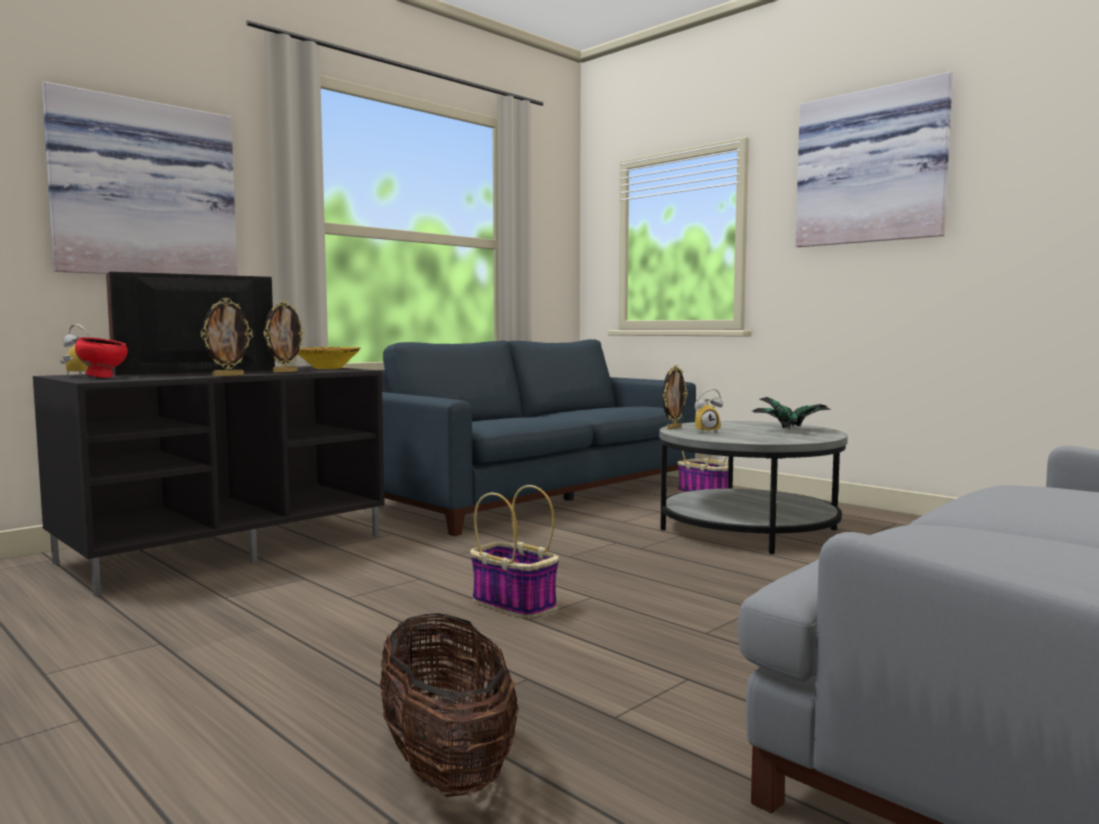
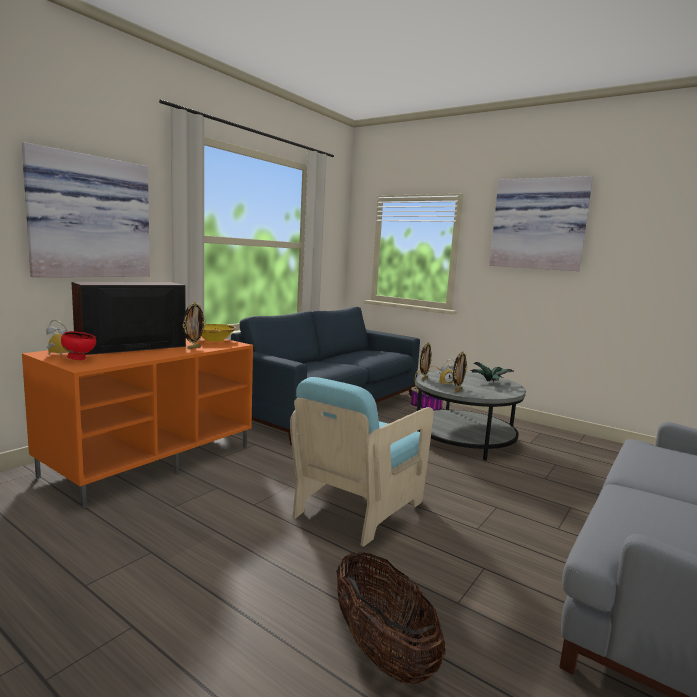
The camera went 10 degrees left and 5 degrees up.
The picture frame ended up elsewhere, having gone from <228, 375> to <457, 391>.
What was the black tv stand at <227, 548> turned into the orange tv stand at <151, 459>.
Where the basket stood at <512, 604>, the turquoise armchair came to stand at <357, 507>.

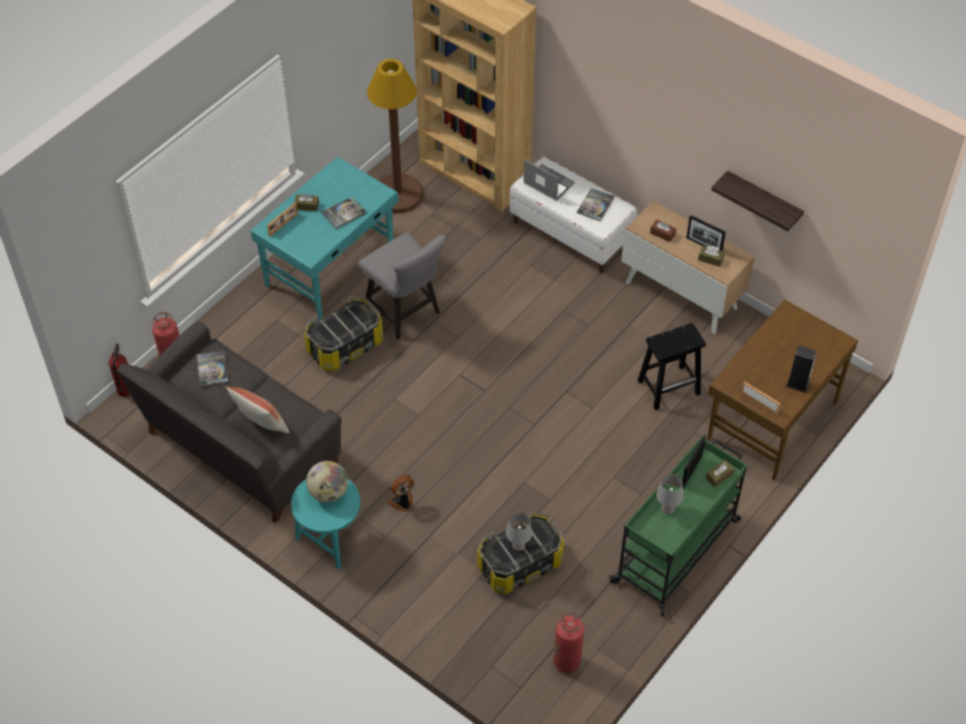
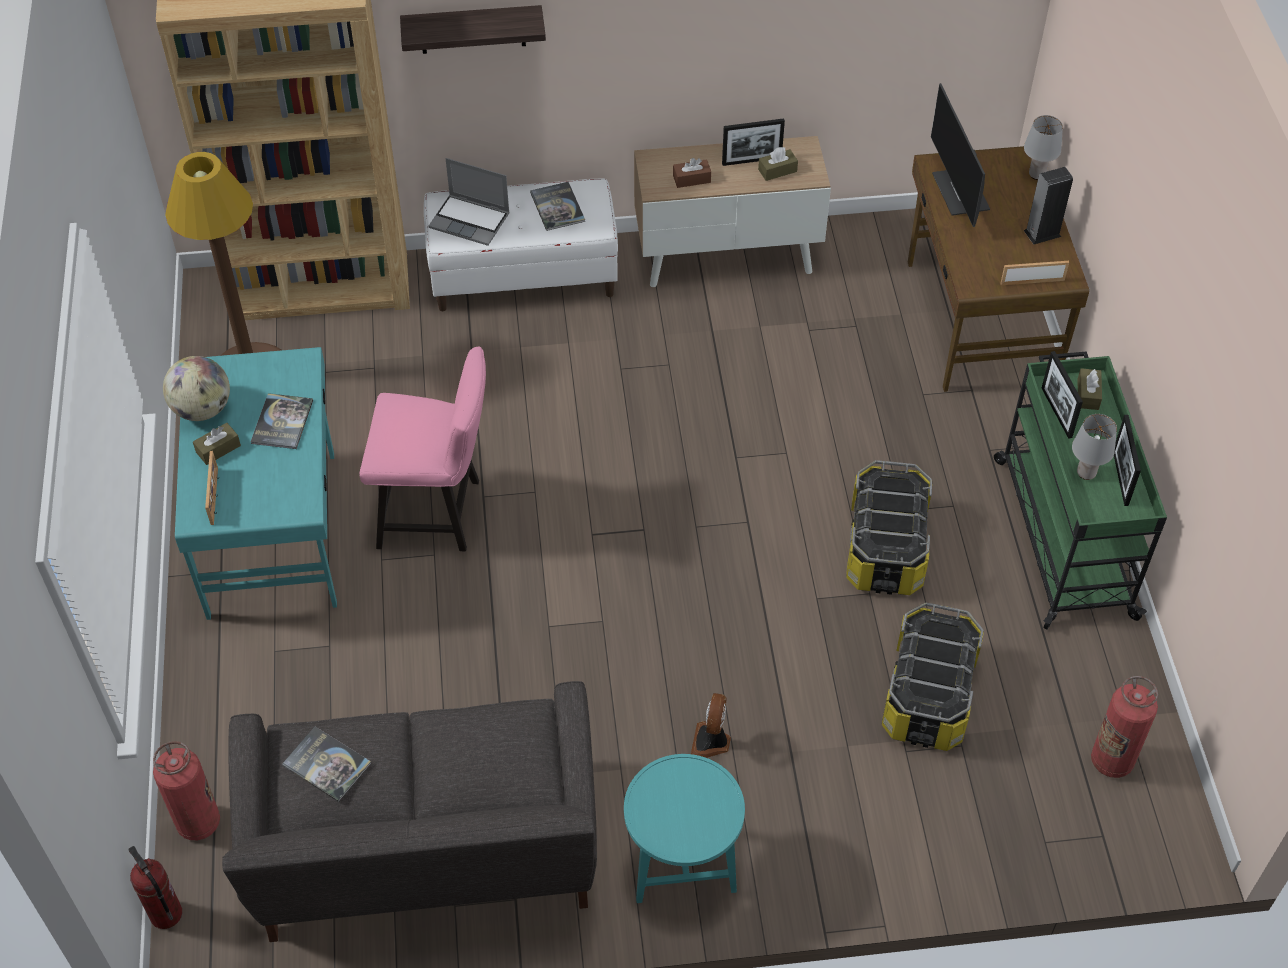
The camera went 45 degrees left and 0 degrees up.
The laptop at <547, 183> ended up facing another way, 150 degrees counterclockwise from before.
The shelf ended up elsewhere, having gone from <763, 201> to <472, 29>.
What was the grey chair at <406, 313> turned into the pink chair at <438, 513>.
The storage box ended up elsewhere, having gone from <345, 346> to <886, 548>.
The second view lost the black stool at <669, 387>.
The second view lost the pillow at <262, 424>.
The globe ended up elsewhere, having gone from <328, 493> to <202, 409>.
The grey table lamp ended up elsewhere, having gone from <518, 546> to <1037, 175>.
The second view gained the monitor at <961, 193>.
The second view gained the picture frame at <1120, 478>.

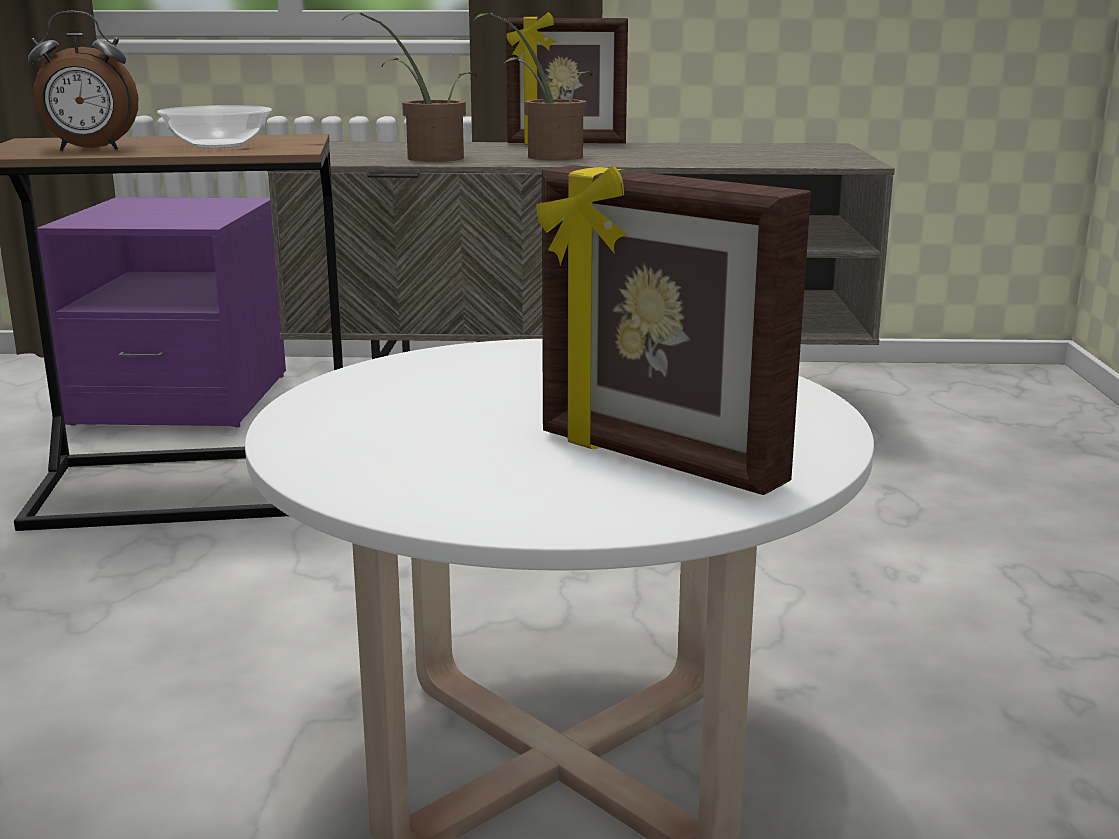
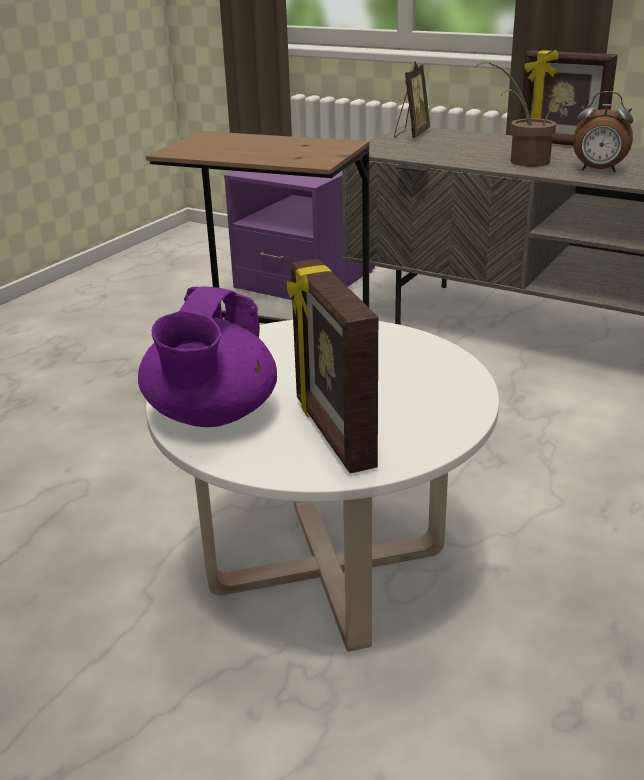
The camera went 30 degrees right and 10 degrees up.
The alarm clock ended up elsewhere, having gone from <89, 149> to <598, 170>.
The second view lost the potted plant at <426, 158>.
The second view lost the bowl at <218, 145>.
The second view gained the picture frame at <411, 135>.
The second view gained the purple teapot at <211, 415>.

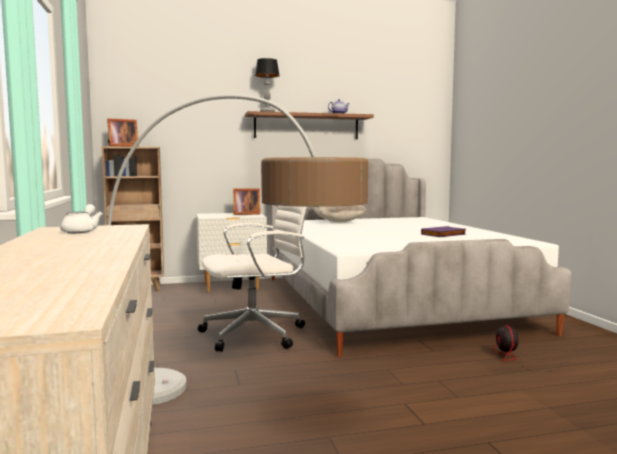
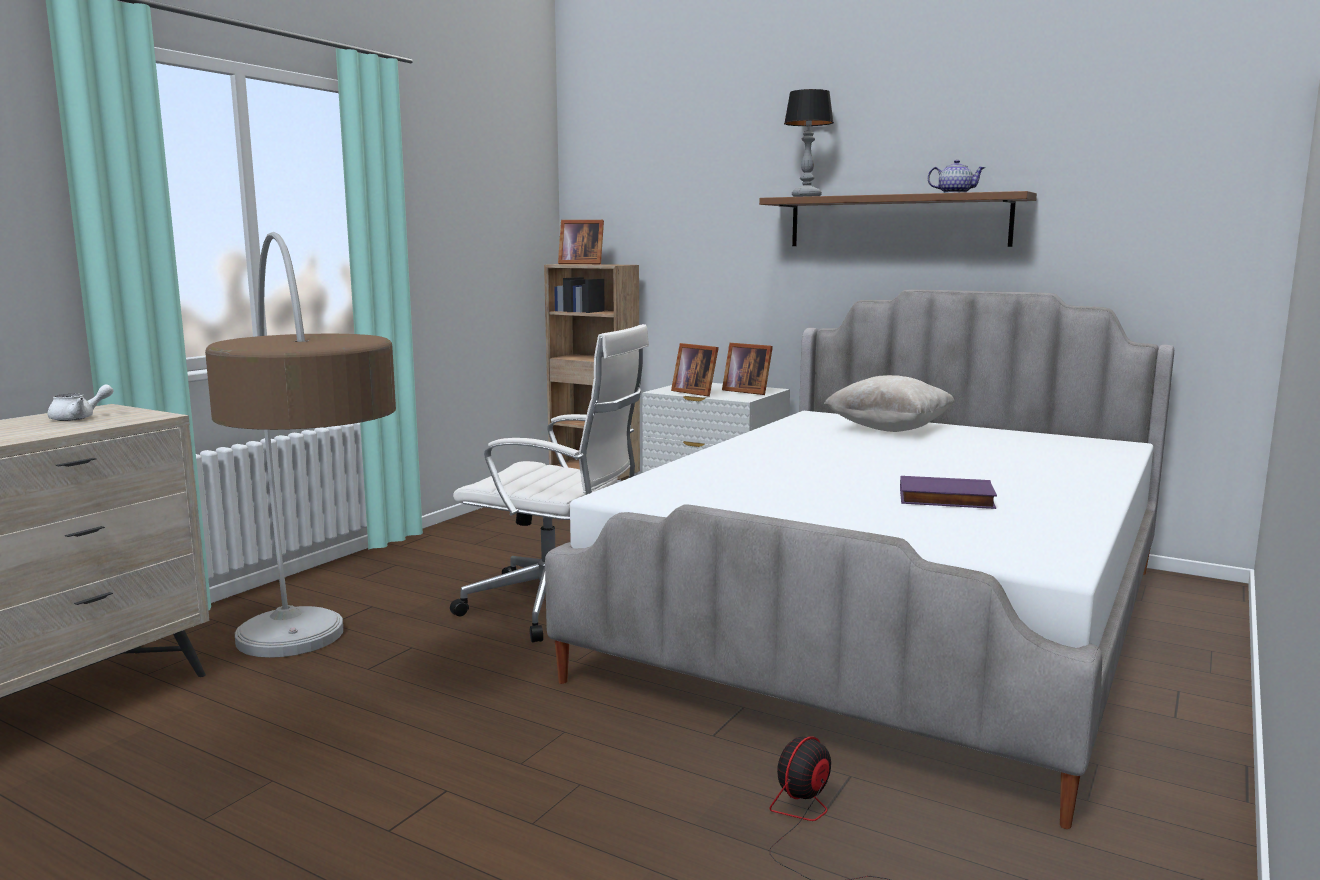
The camera went 45 degrees right and 5 degrees up.
The second view gained the picture frame at <695, 392>.

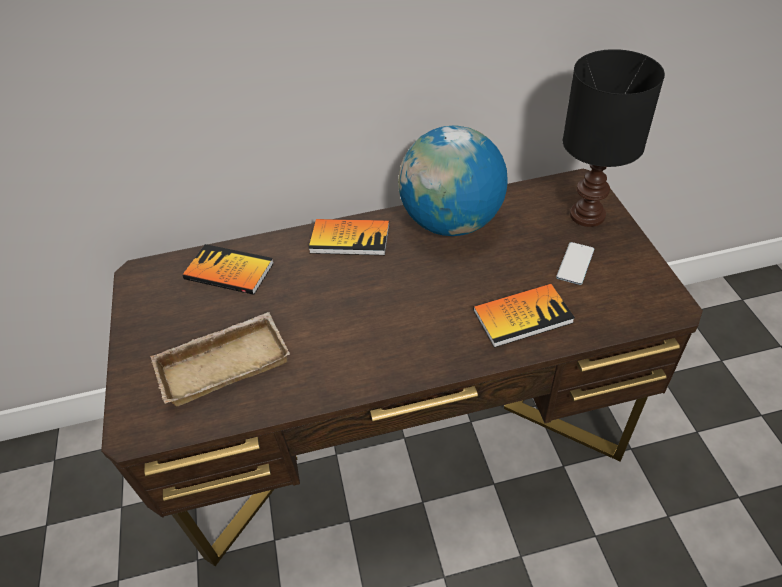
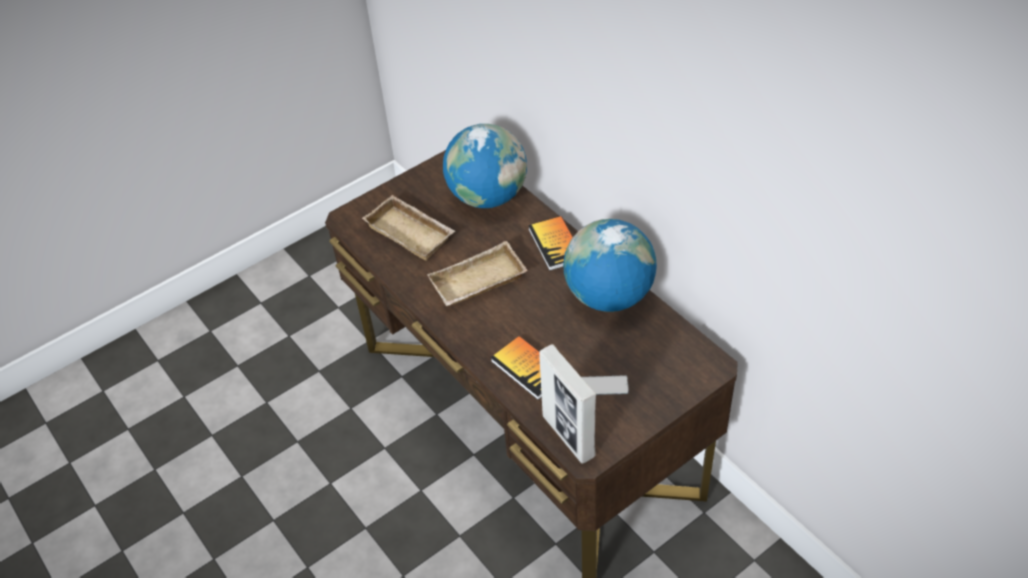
The camera went 65 degrees right and 0 degrees up.
The second view lost the black table lamp at <586, 215>.
Where the book stood at <229, 271>, the globe came to stand at <488, 197>.
The second view gained the beige tray at <478, 283>.
The second view gained the picture frame at <568, 436>.

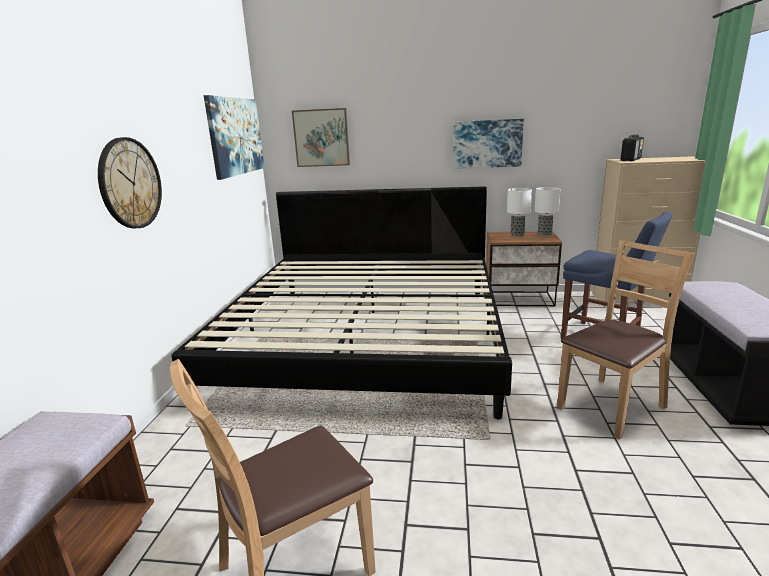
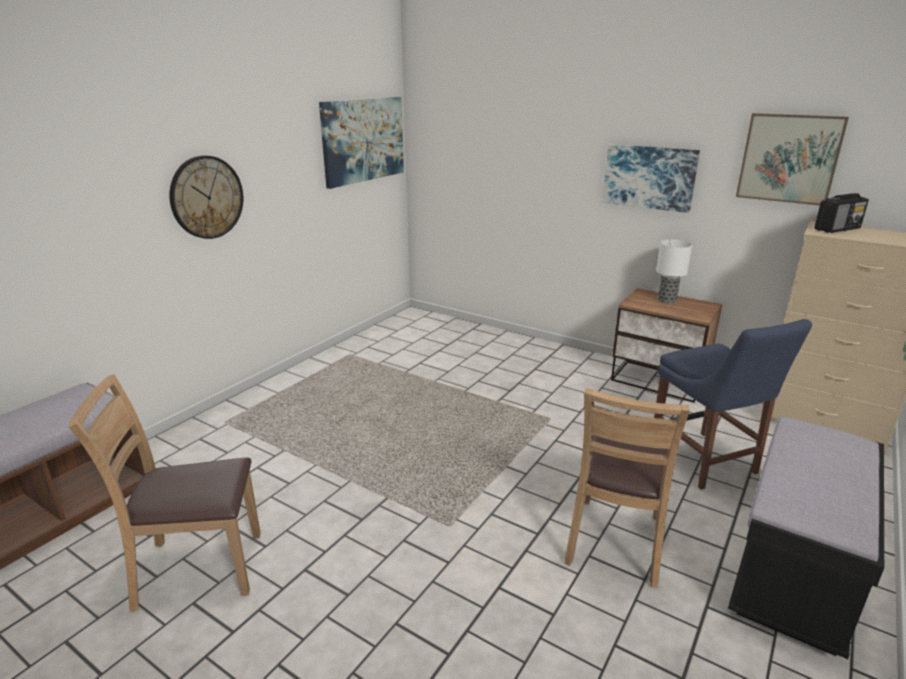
The camera went 25 degrees right and 5 degrees up.
The picture ended up elsewhere, having gone from <321, 138> to <789, 158>.
The second view lost the bed at <366, 336>.
The second view lost the table lamp at <545, 234>.
The brown chair at <611, 406> ended up facing another way, 120 degrees clockwise from before.

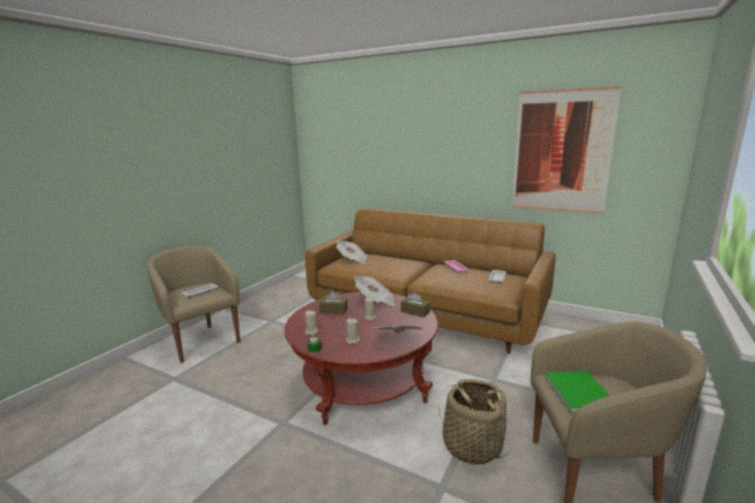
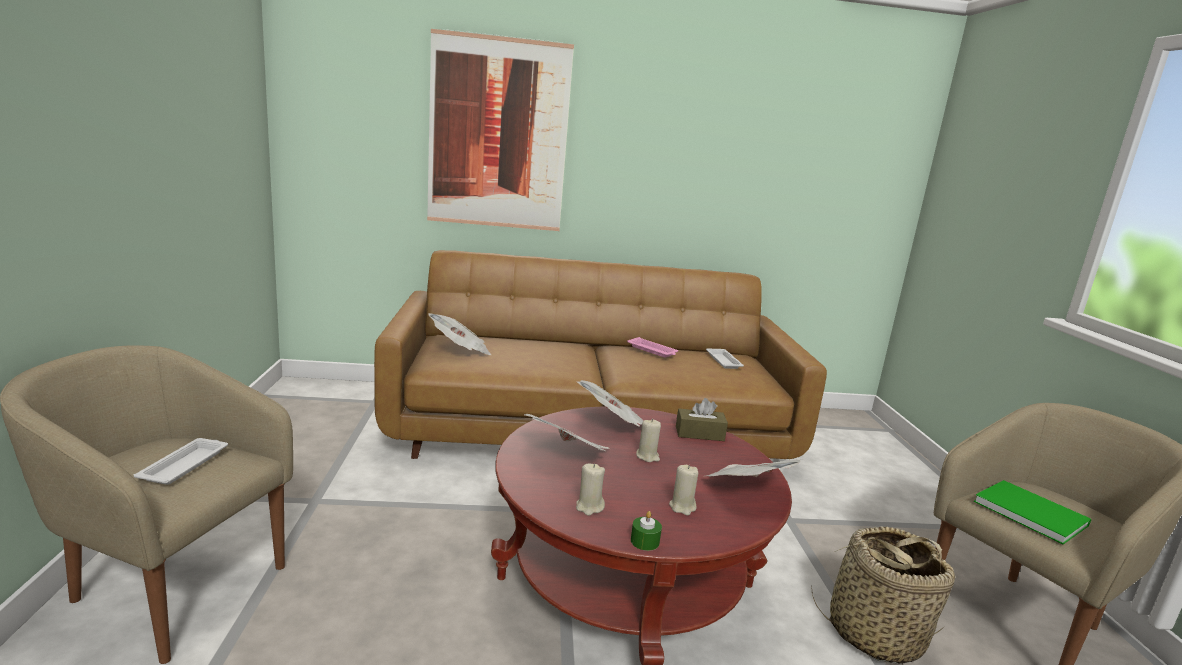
The camera went 35 degrees left and 0 degrees up.
The picture ended up elsewhere, having gone from <561, 151> to <498, 134>.
Where the brown tissue box stood at <333, 310>, the newspaper came to stand at <568, 455>.

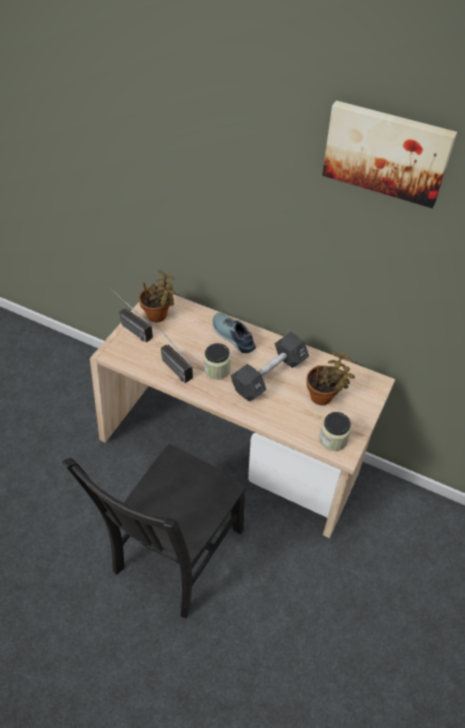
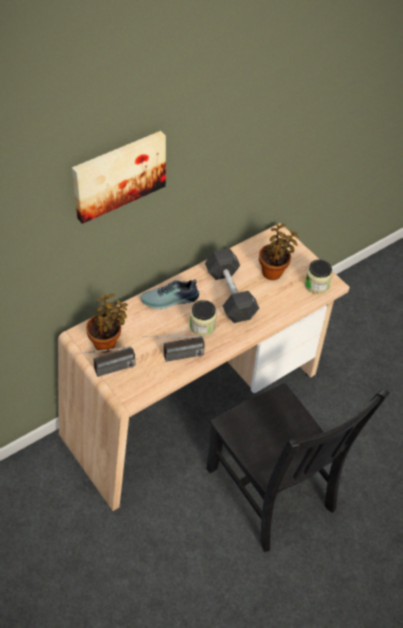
The camera went 65 degrees left and 0 degrees up.
The picture ended up elsewhere, having gone from <386, 152> to <118, 174>.

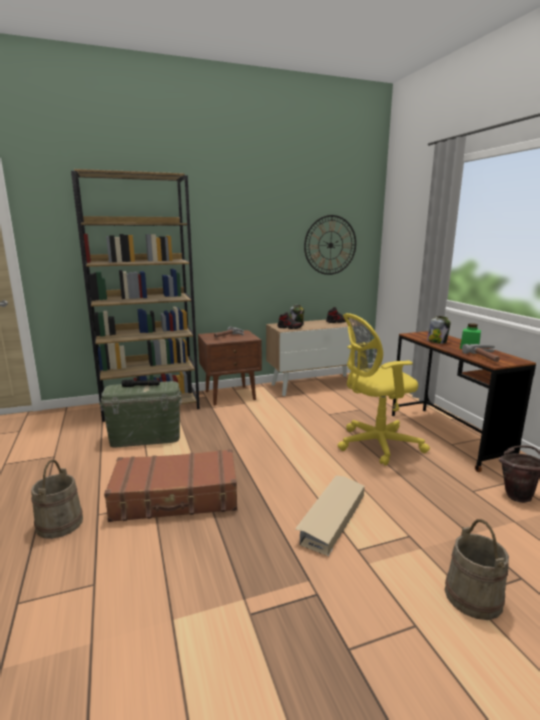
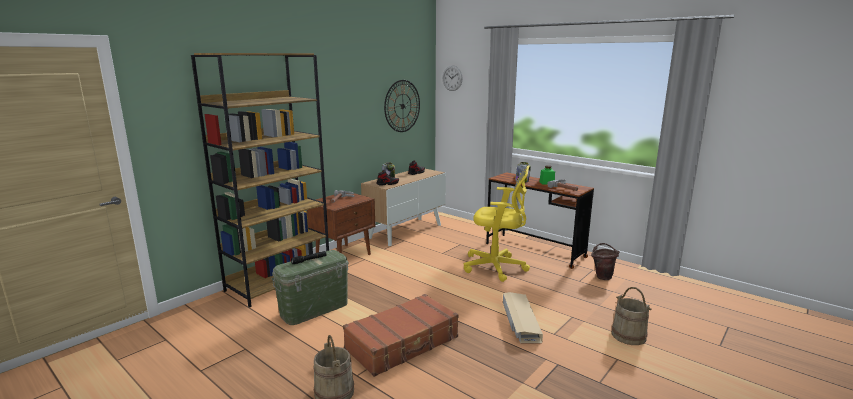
The camera went 30 degrees left and 0 degrees up.
The yellow office chair at <375, 445> ended up facing another way, 120 degrees counterclockwise from before.
The second view gained the wall clock at <452, 78>.

